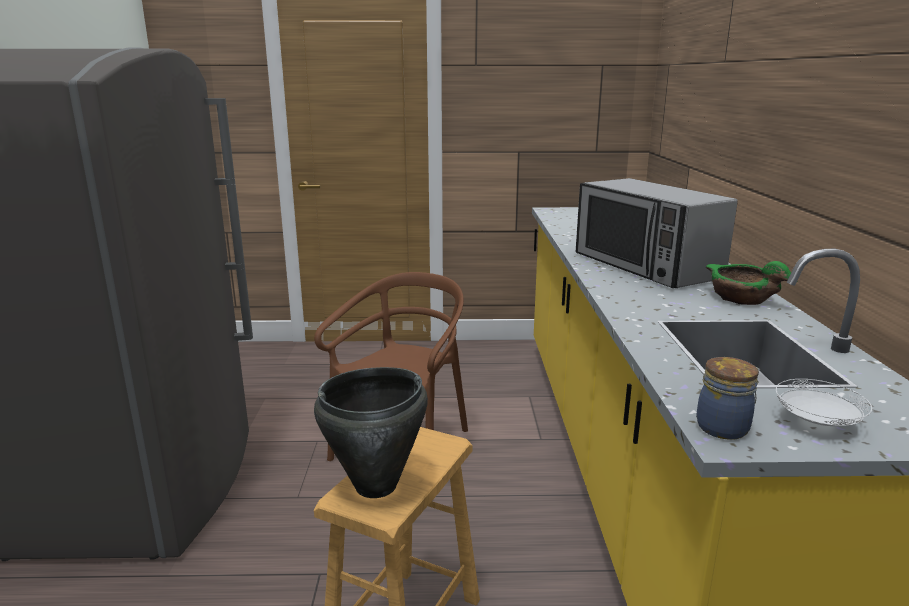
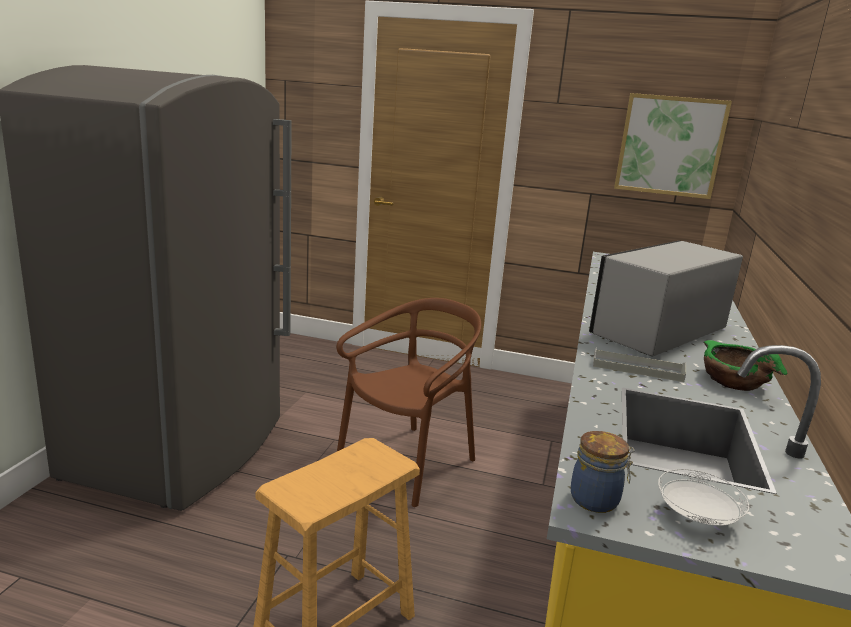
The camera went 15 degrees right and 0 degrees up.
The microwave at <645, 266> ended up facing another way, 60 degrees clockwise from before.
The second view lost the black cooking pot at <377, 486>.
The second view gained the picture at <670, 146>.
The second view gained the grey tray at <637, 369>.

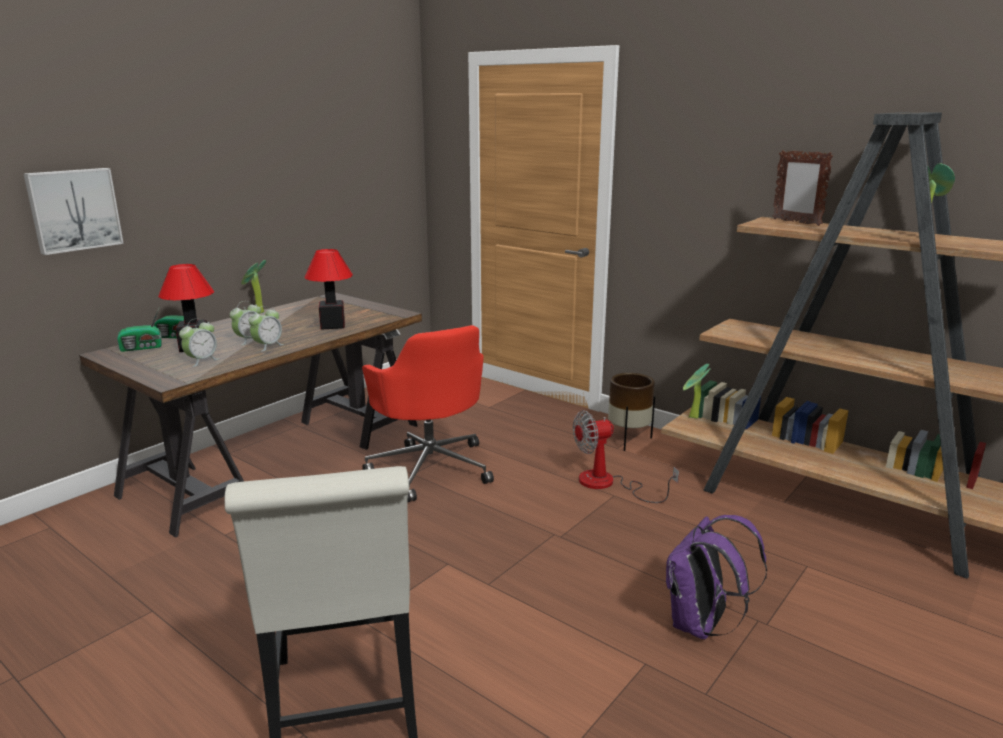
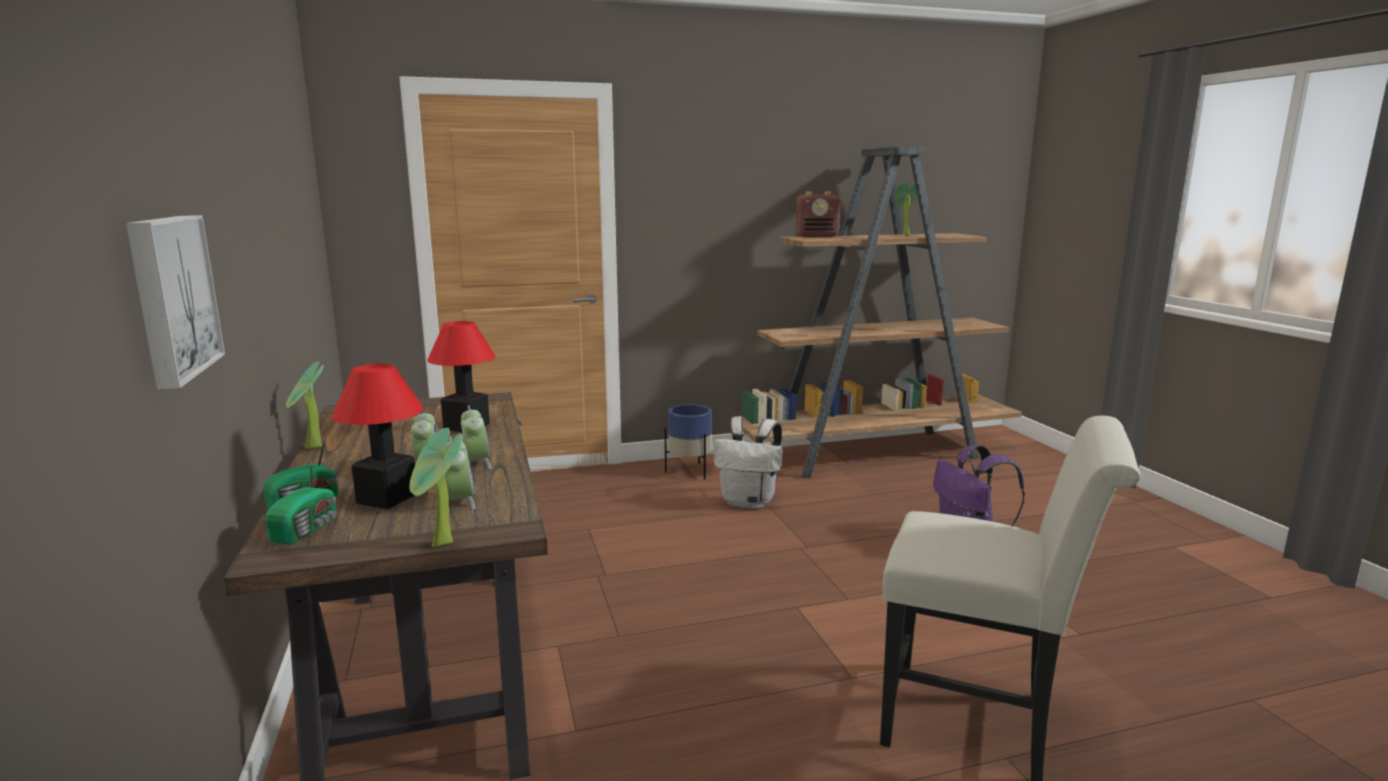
The camera went 55 degrees left and 5 degrees down.
Where the picture frame stood at <796, 222>, the radio came to stand at <817, 236>.
The second view lost the red office chair at <430, 467>.
The potted plant ended up elsewhere, having gone from <692, 418> to <441, 546>.
What was the brown planter at <628, 440> turned into the blue planter at <690, 471>.
Where the fan stood at <608, 484>, the white backpack came to stand at <749, 502>.

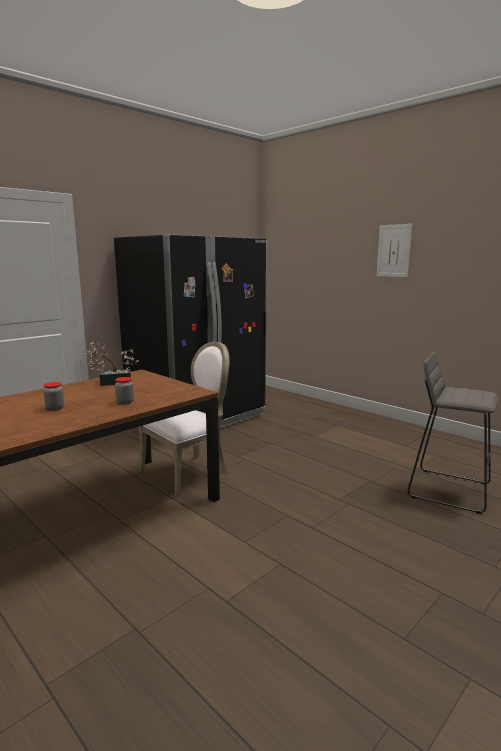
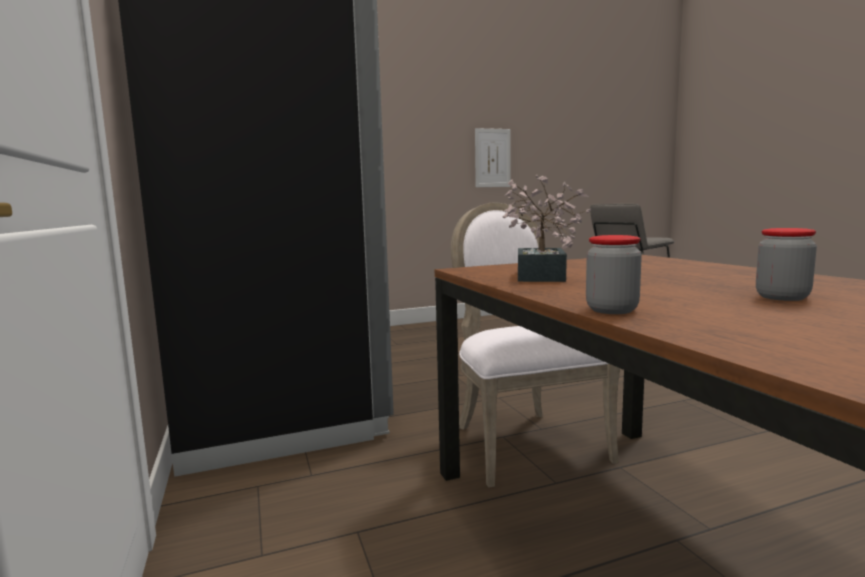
The camera went 65 degrees left and 5 degrees down.
The picture ended up elsewhere, having gone from <394, 250> to <492, 158>.
The jar ended up elsewhere, having gone from <125, 402> to <611, 310>.

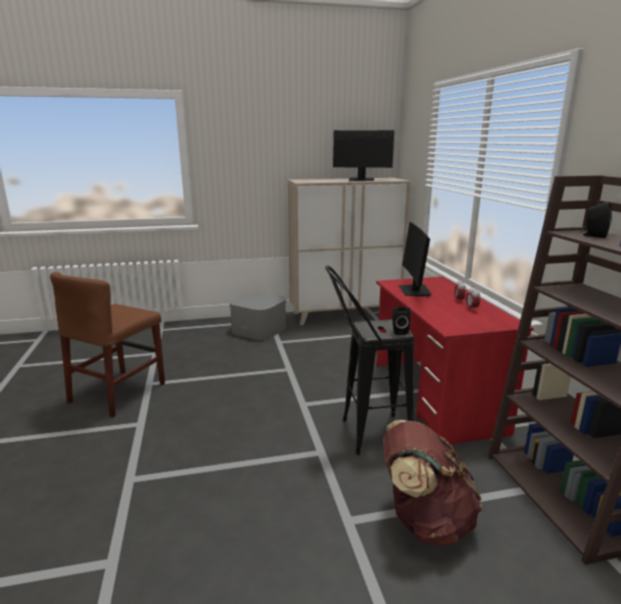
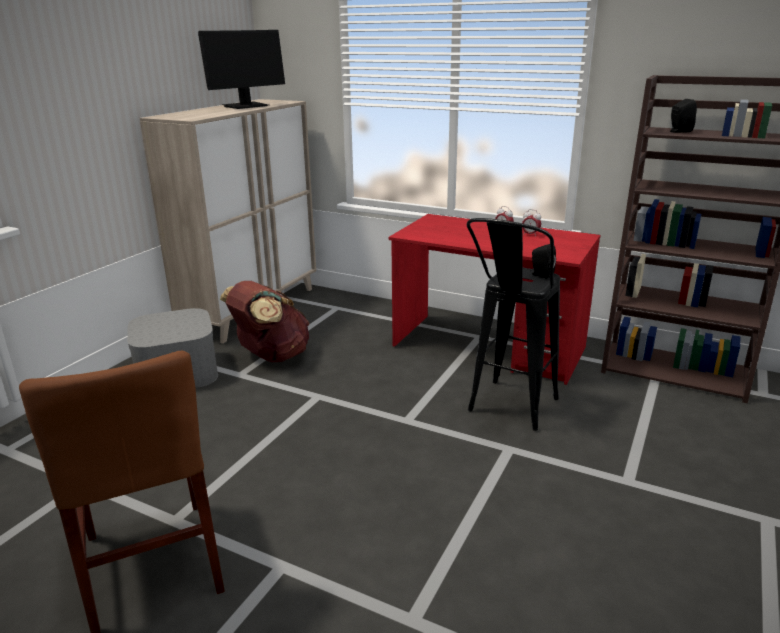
The camera went 50 degrees left and 5 degrees up.
The second view lost the monitor at <414, 291>.
The brown backpack ended up elsewhere, having gone from <424, 520> to <271, 356>.

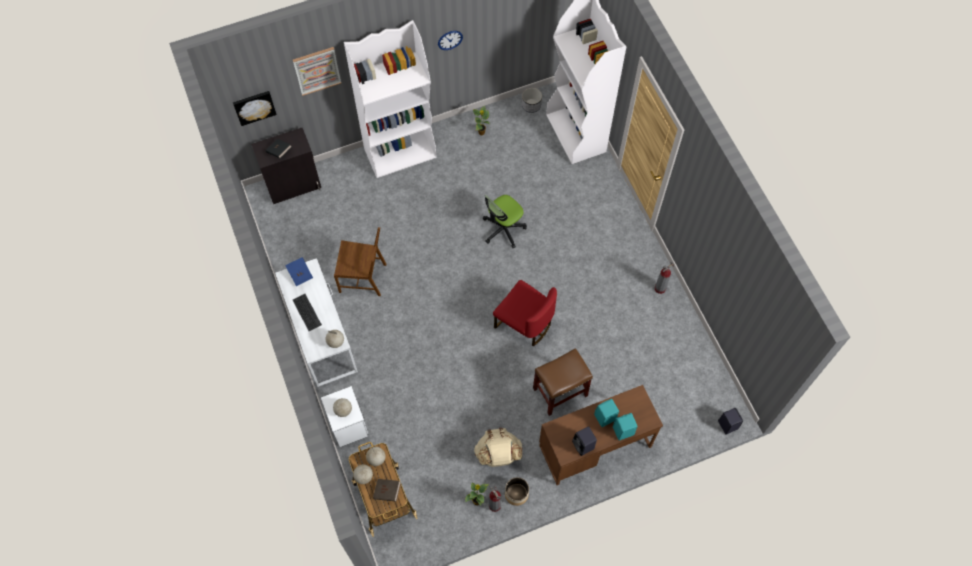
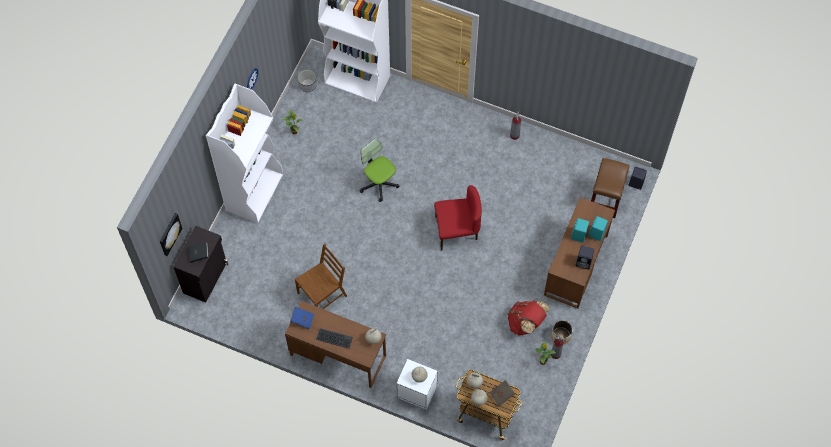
The camera went 45 degrees left and 0 degrees up.
The second view lost the picture at <317, 70>.
The office chair at <503, 229> ended up facing another way, 135 degrees clockwise from before.
What was the white desk at <322, 336> turned into the brown desk at <338, 355>.
The brown stool ended up elsewhere, having gone from <560, 391> to <605, 198>.
What was the beige backpack at <498, 454> turned into the red backpack at <526, 323>.

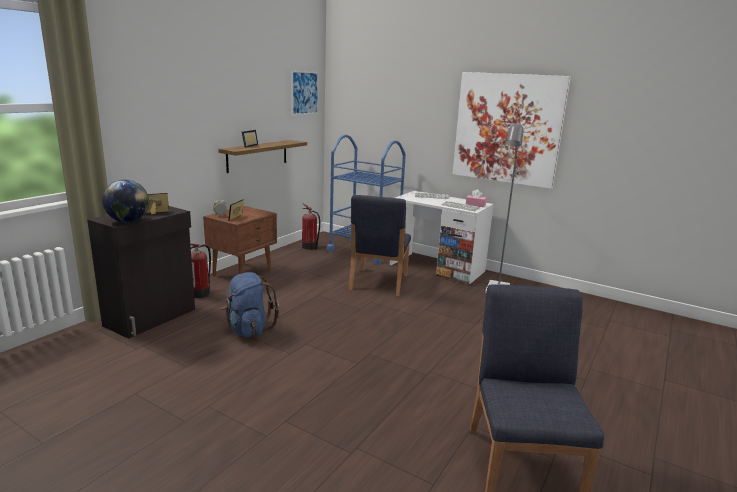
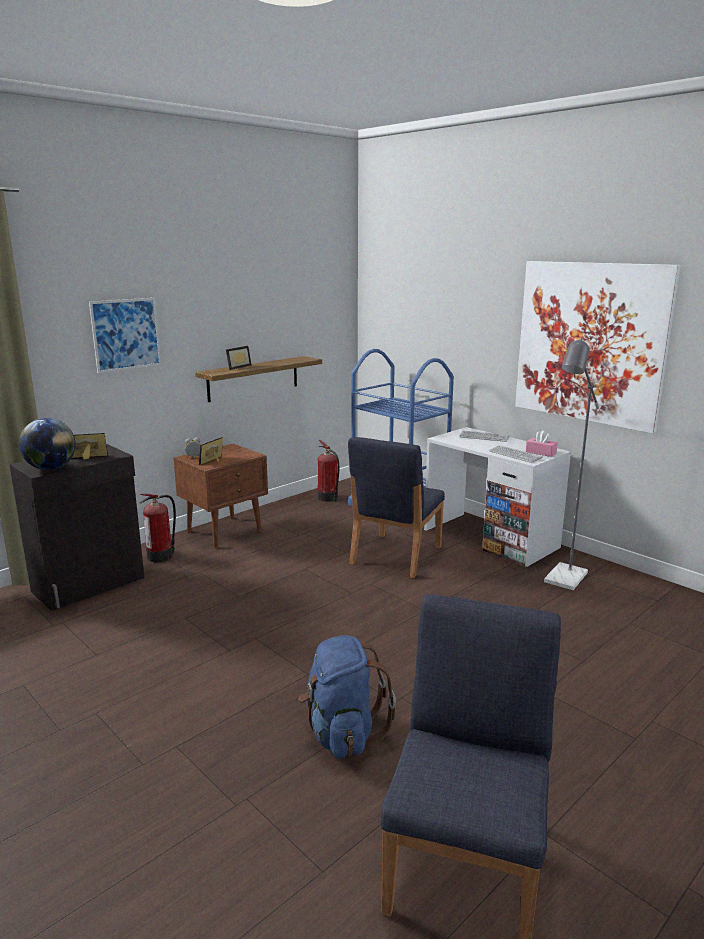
The camera went 15 degrees right and 0 degrees up.
The picture ended up elsewhere, having gone from <305, 93> to <126, 334>.
The blue backpack ended up elsewhere, having gone from <248, 330> to <342, 734>.

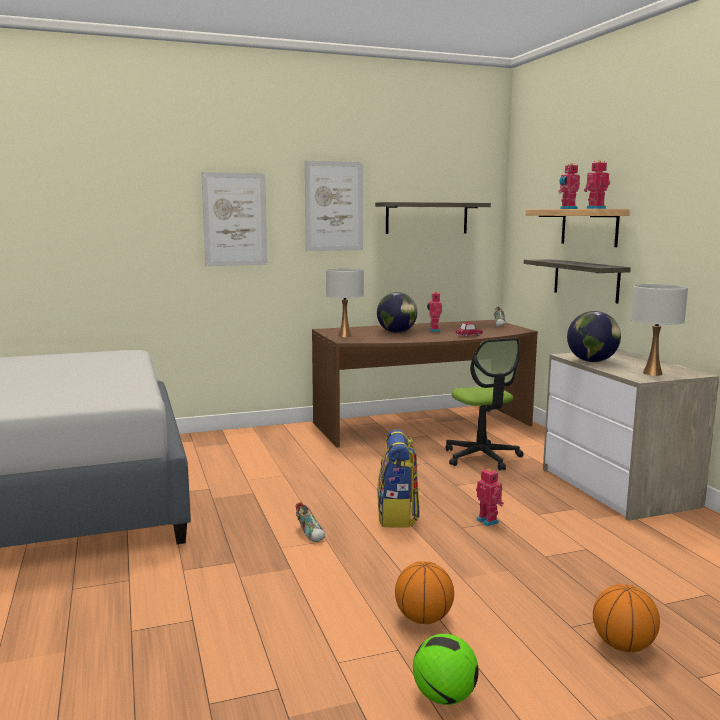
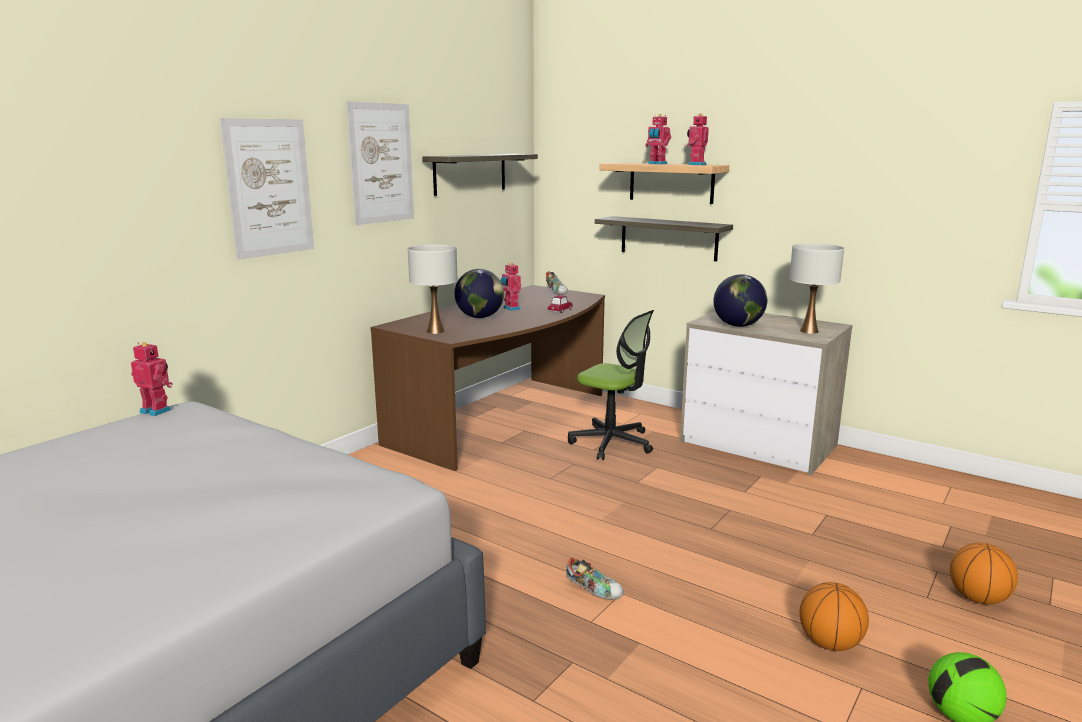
The camera went 35 degrees left and 5 degrees up.
The second view lost the backpack at <397, 516>.
The toy robot ended up elsewhere, having gone from <488, 521> to <157, 410>.

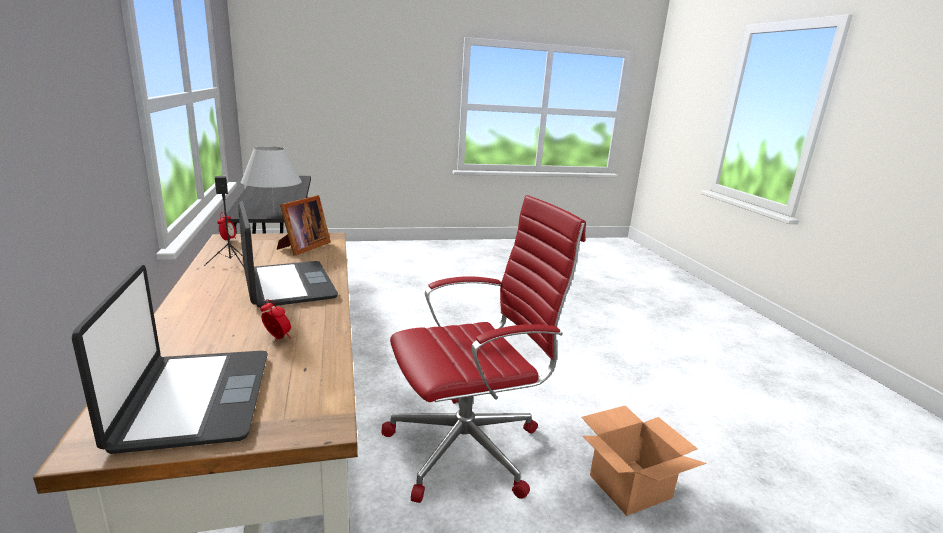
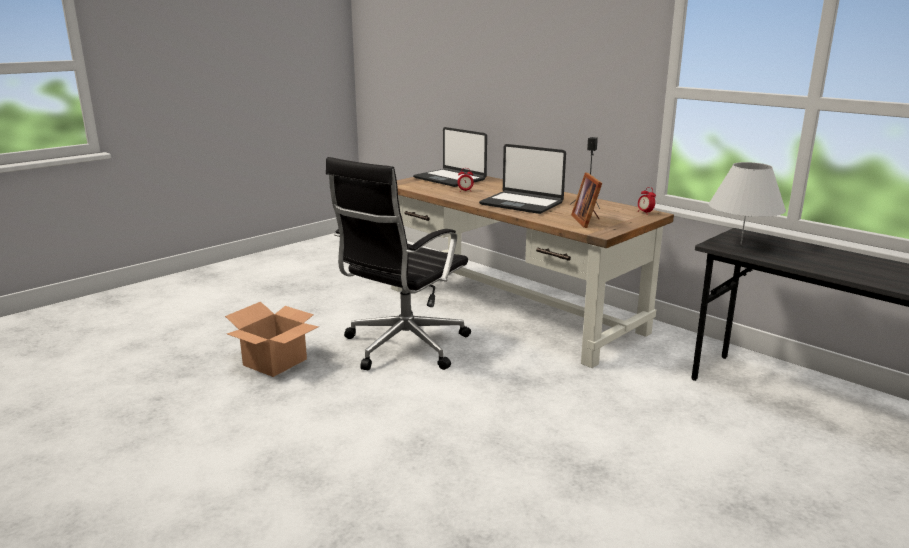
The camera went 150 degrees right and 0 degrees up.
What was the red office chair at <469, 447> turned into the black office chair at <403, 347>.

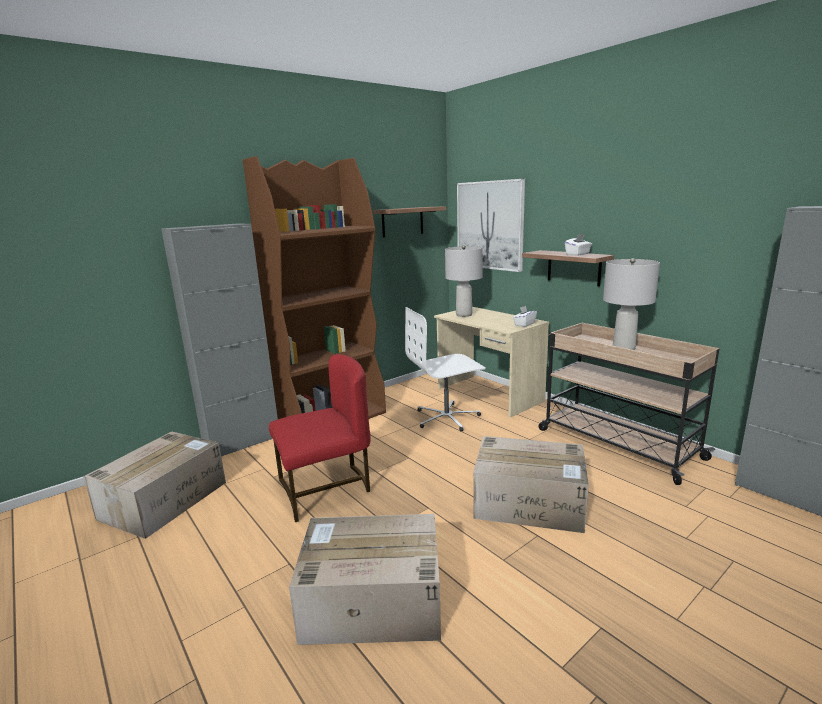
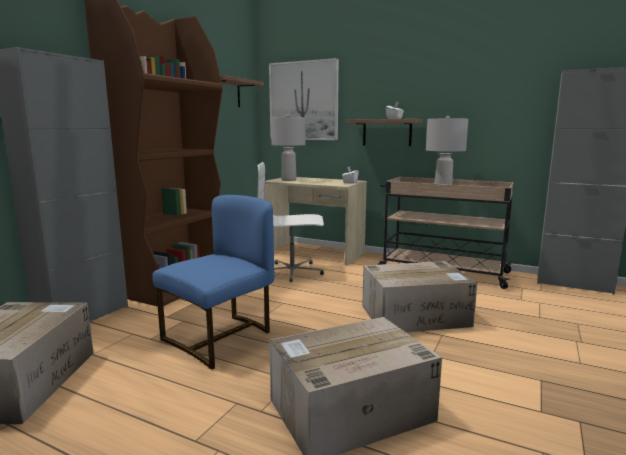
The camera went 25 degrees left and 5 degrees down.
The white office chair at <447, 417> ended up facing another way, 45 degrees clockwise from before.
What was the red chair at <325, 489> turned into the blue chair at <221, 338>.

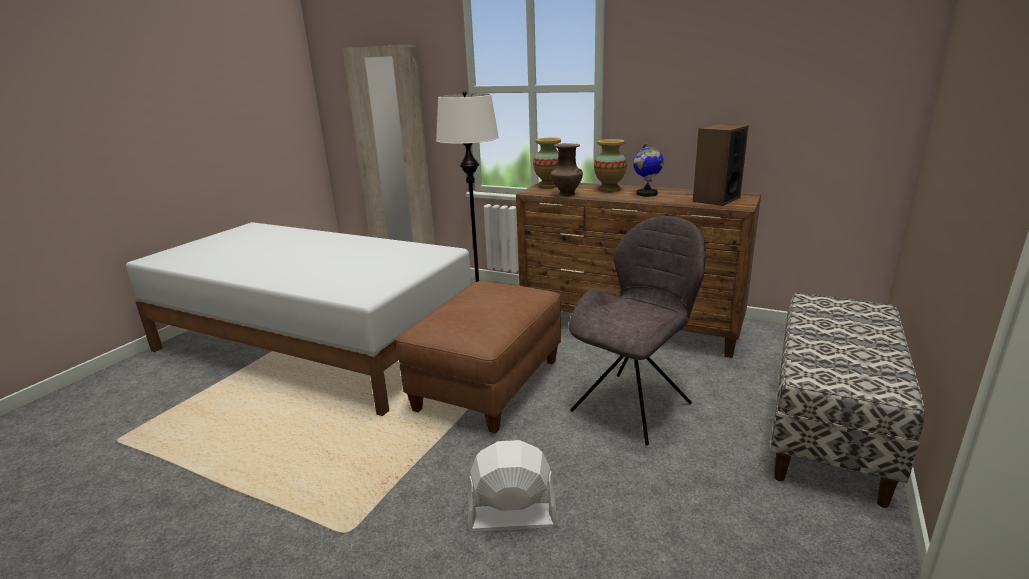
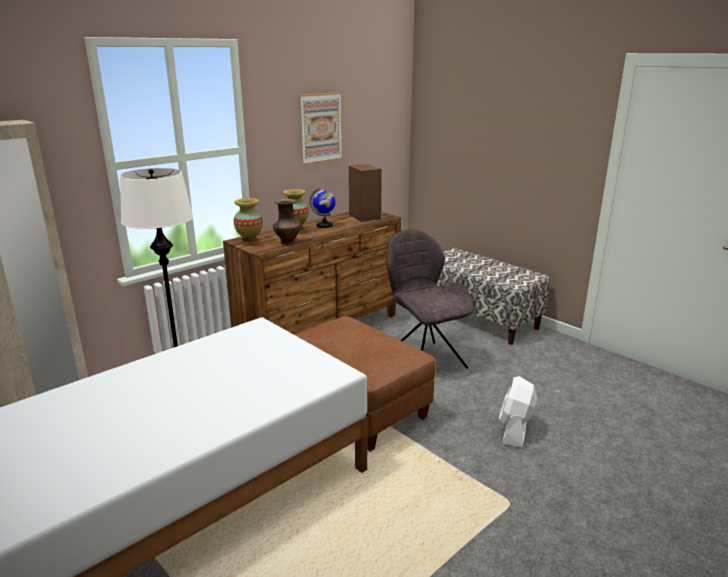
The camera went 70 degrees left and 0 degrees up.
The second view gained the picture at <320, 128>.

